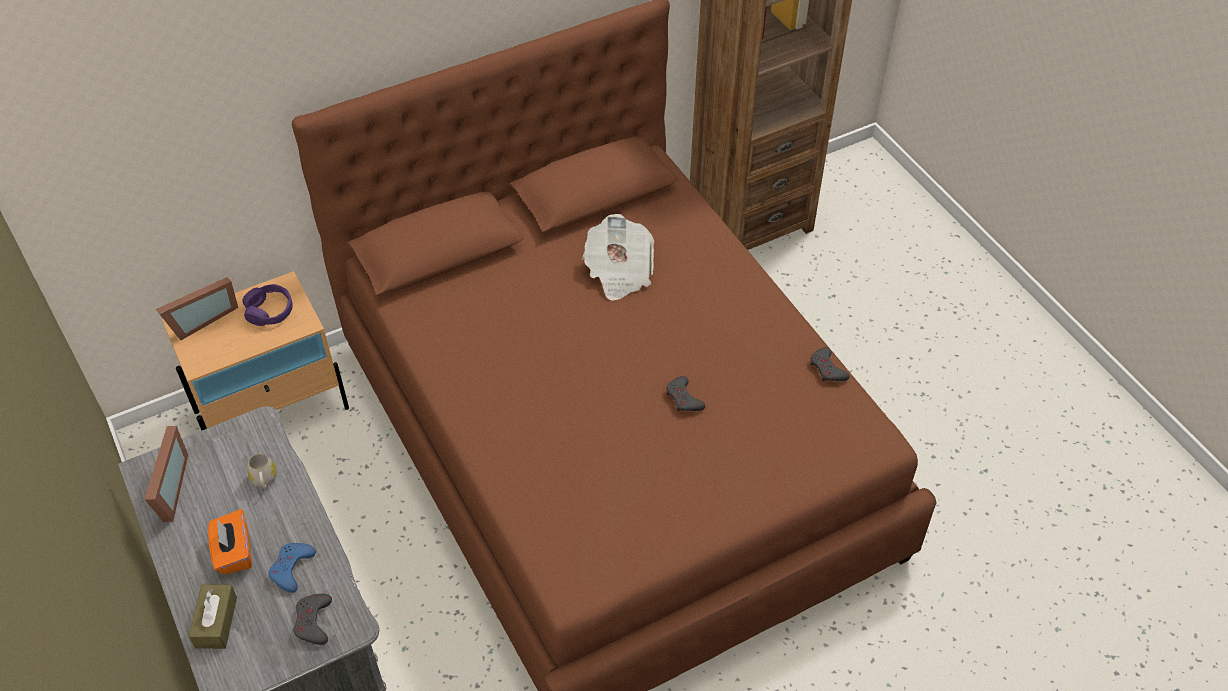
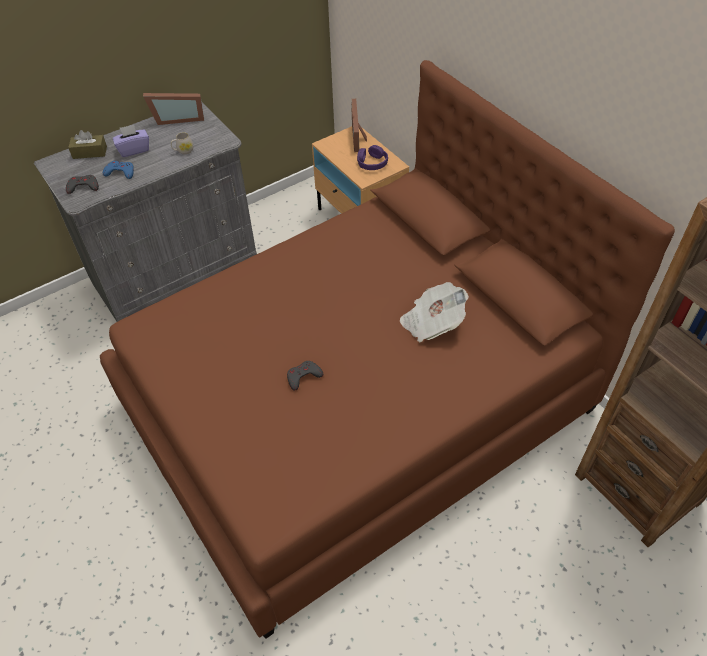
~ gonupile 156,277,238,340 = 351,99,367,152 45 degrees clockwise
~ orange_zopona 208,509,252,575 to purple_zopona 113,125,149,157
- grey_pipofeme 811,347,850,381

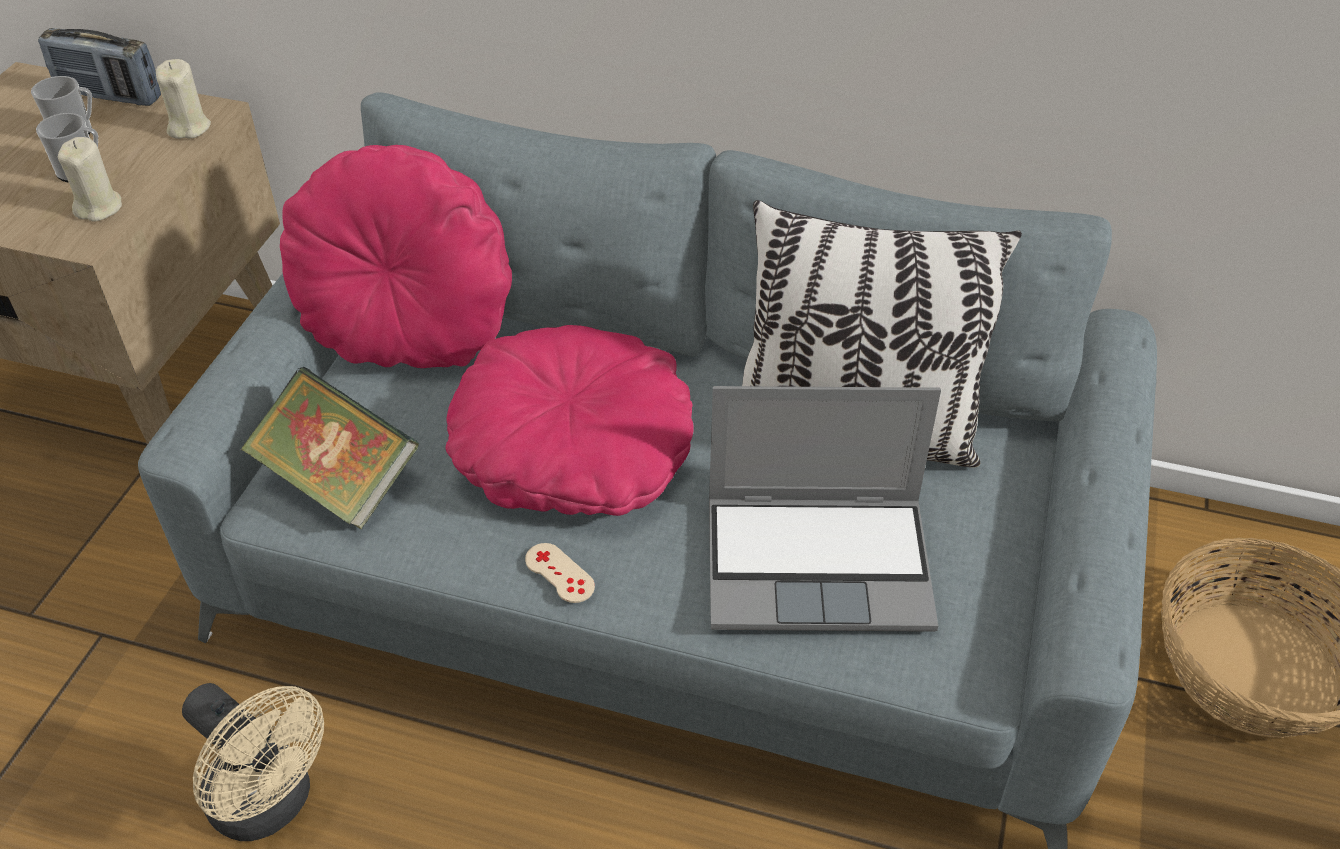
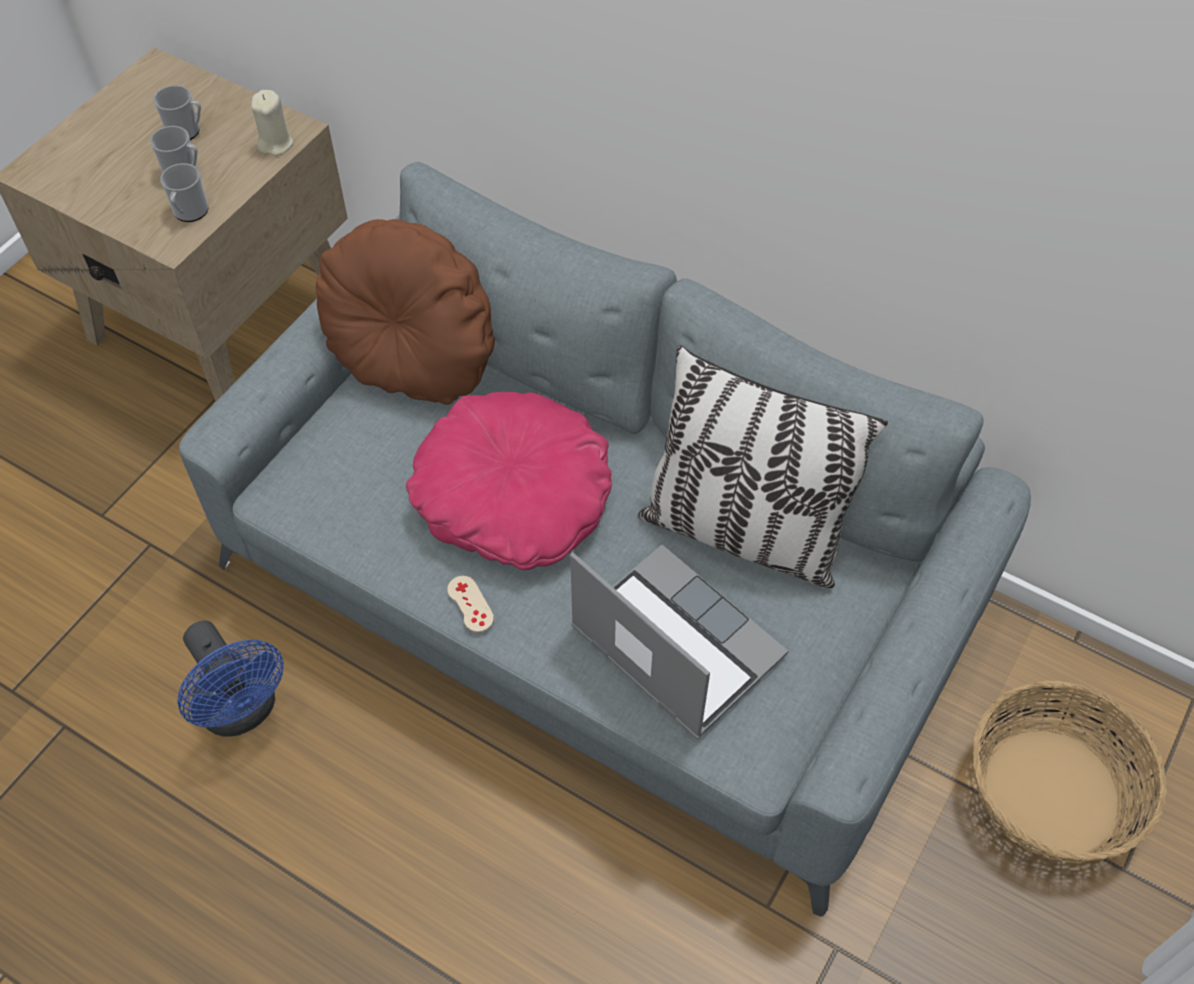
- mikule 38,28,161,106
~ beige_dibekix 58,137,122,222 to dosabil 160,163,209,222
~ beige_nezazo 182,683,324,841 to blue_nezazo 177,621,284,737
- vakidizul 240,367,419,529
~ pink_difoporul 280,145,512,368 to brown_difoporul 316,219,495,405
~ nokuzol 709,386,941,632 = 570,545,788,739 150 degrees counterclockwise

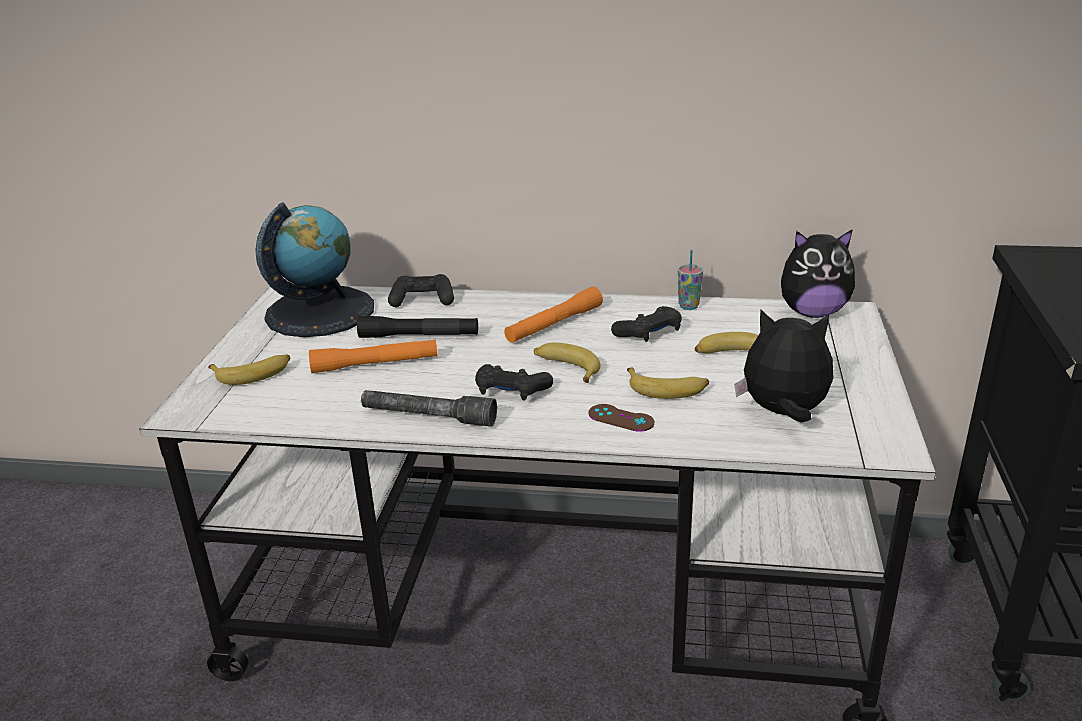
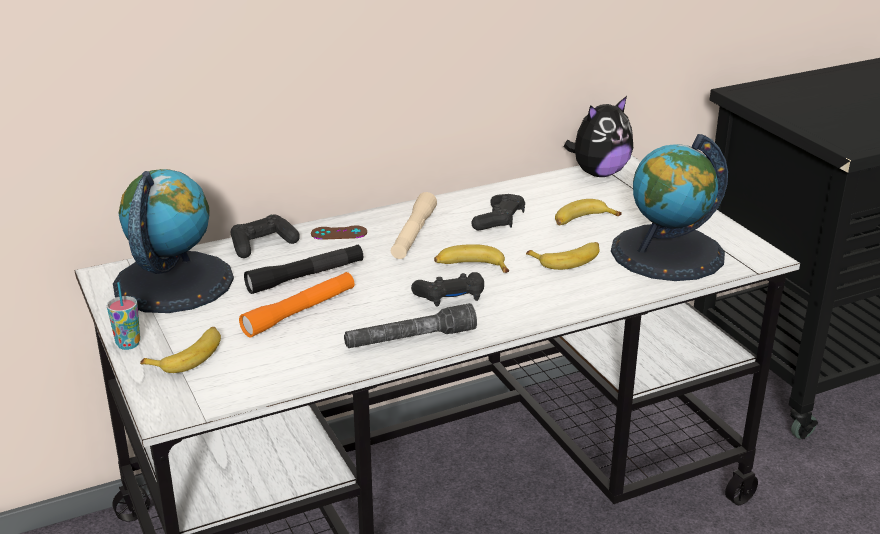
~ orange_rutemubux 504,286,603,343 to beige_rutemubux 391,192,437,259
~ brown_pipofeme 588,404,654,432 to 311,225,367,240
~ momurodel 678,250,703,310 to 107,282,140,350
~ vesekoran 734,310,833,423 to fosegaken 611,134,728,281

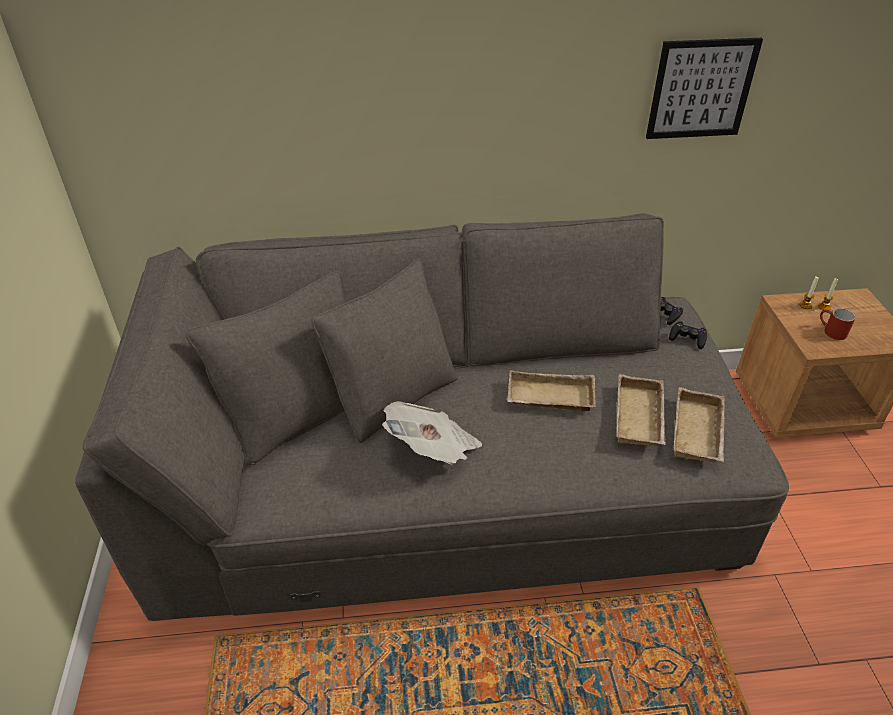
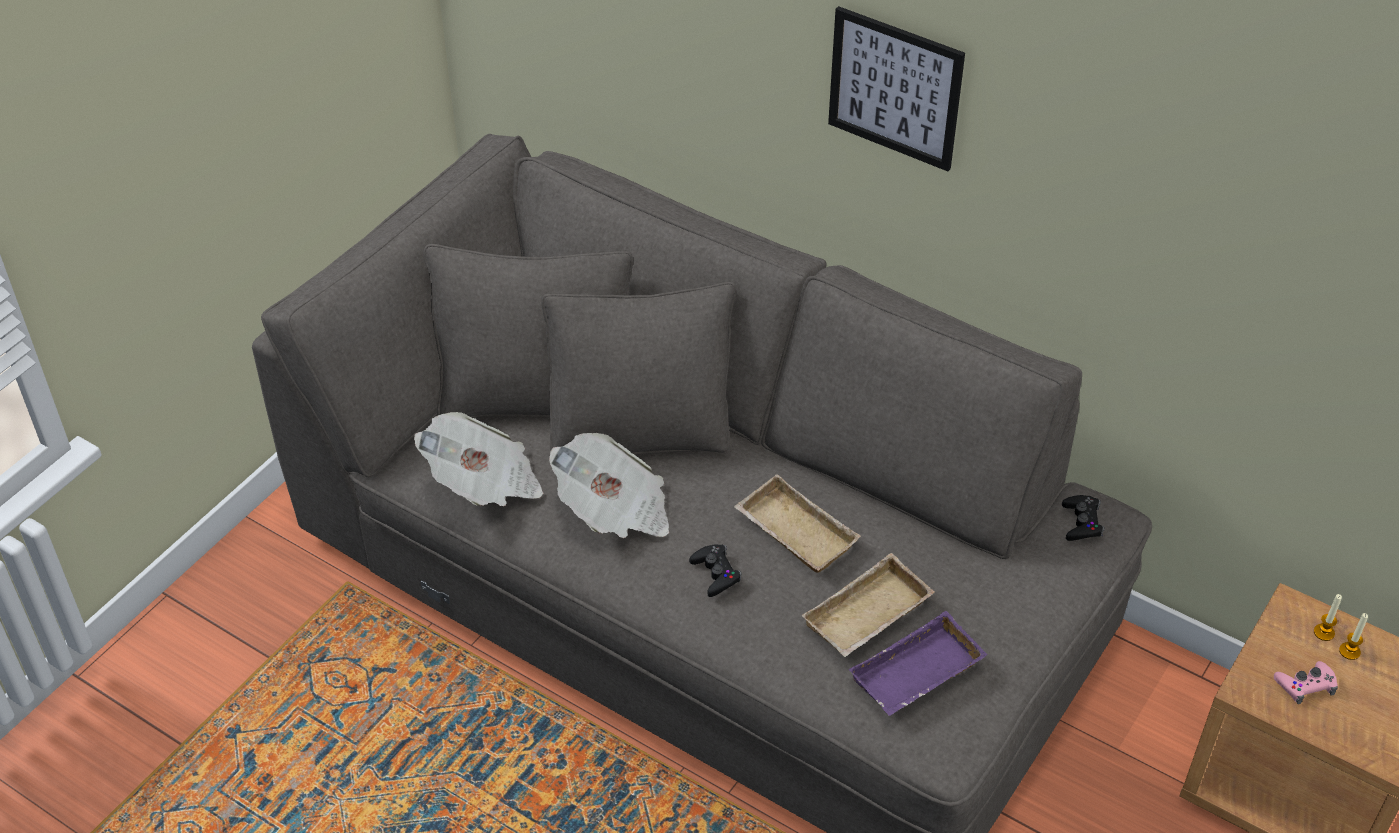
~ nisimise 646,38,763,139 to 828,6,965,171
~ black_pipofeme 669,321,707,349 to 689,544,742,597
~ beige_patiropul 674,387,725,462 to purple_patiropul 848,611,988,716
~ red_dosabil 820,308,856,340 to pink_pipofeme 1274,661,1338,704
+ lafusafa 414,412,543,506

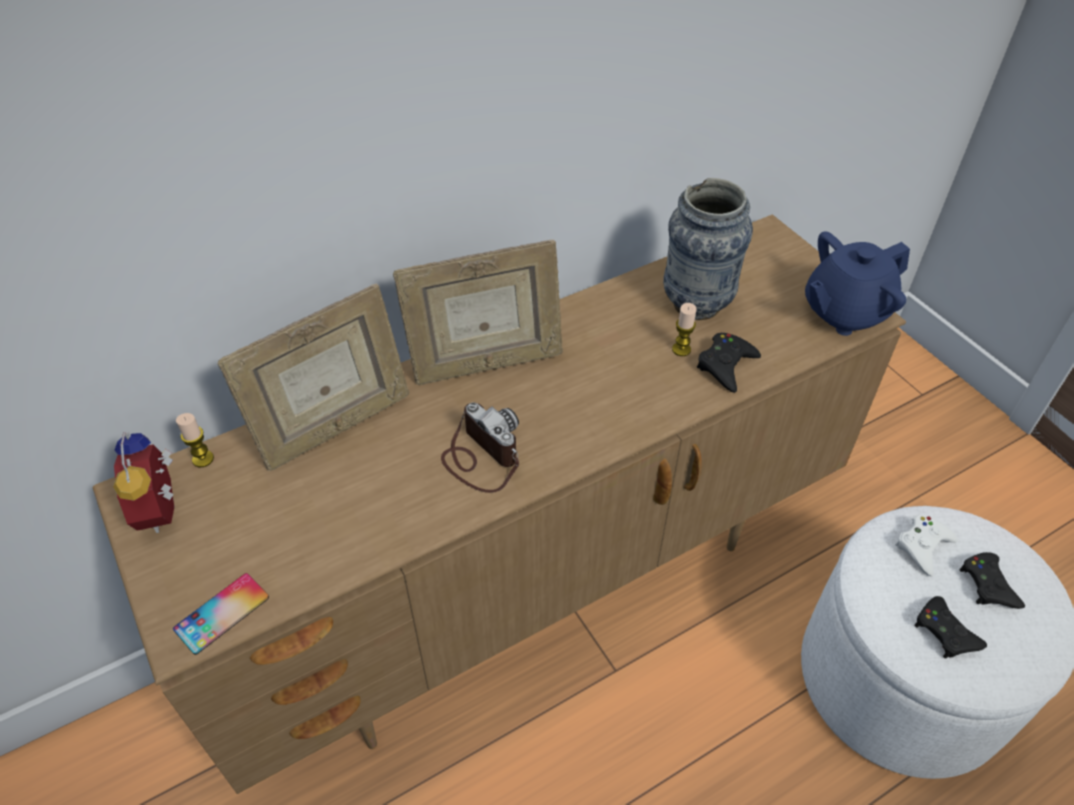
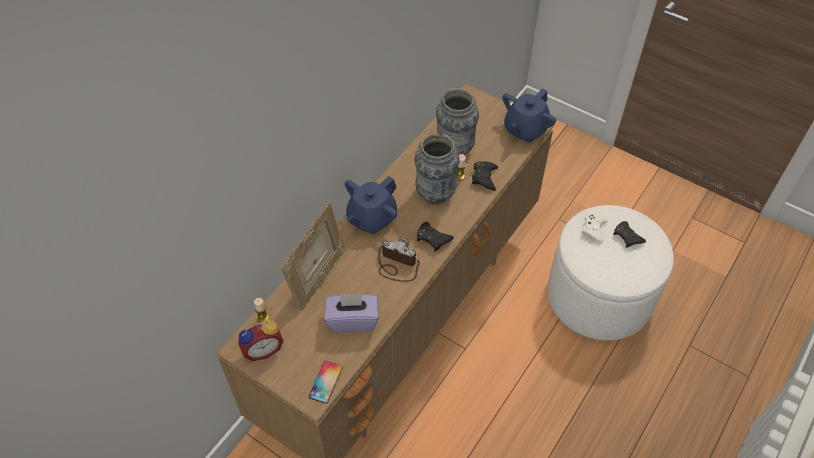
~ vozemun 113,432,174,533 = 238,320,284,361 75 degrees counterclockwise
~ gonupile 393,240,563,385 to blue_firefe 345,176,397,234
~ black_pipofeme 915,596,987,659 to 417,222,454,252
+ purple_zopona 325,294,379,332
+ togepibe 415,134,460,204

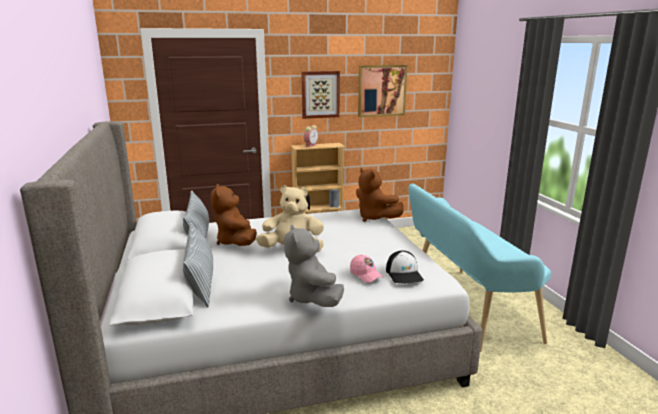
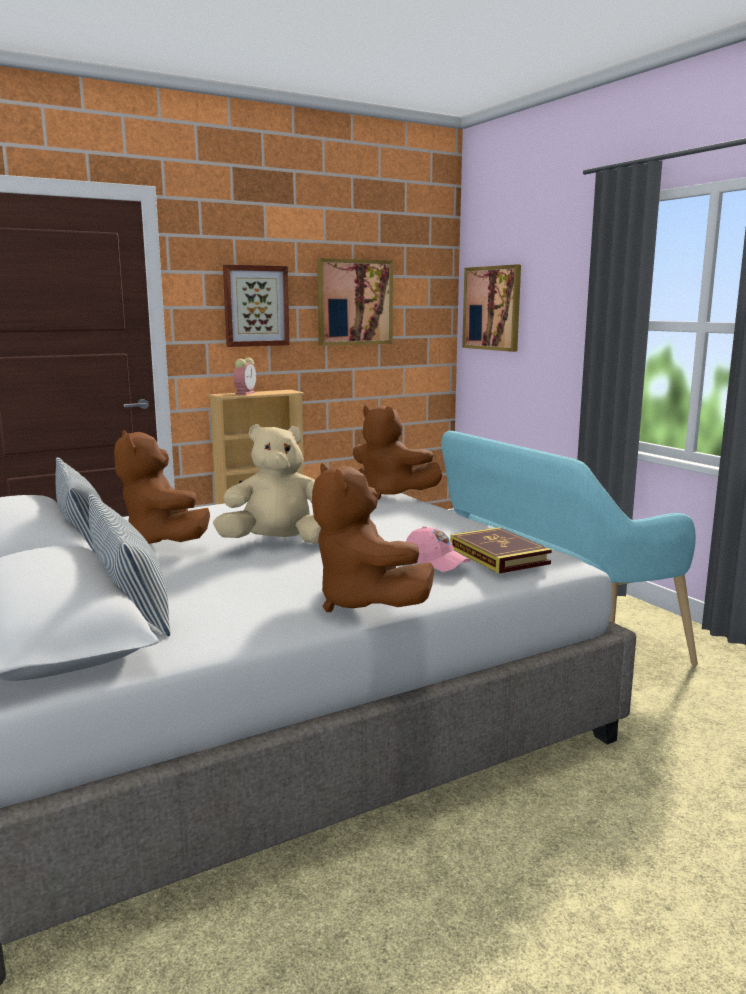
~ grey_vesekoran 284,224,344,307 to brown_vesekoran 312,463,435,612
~ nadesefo 386,251,424,283 to vakidizul 450,527,552,574
+ nisimise 462,264,521,352

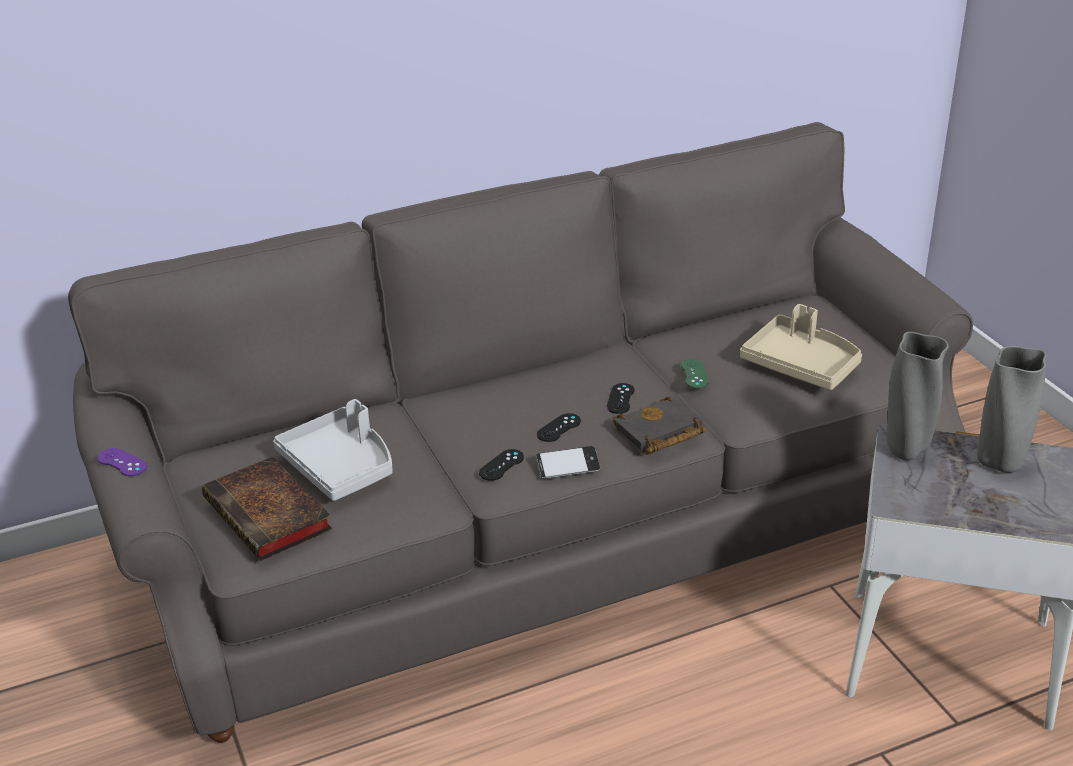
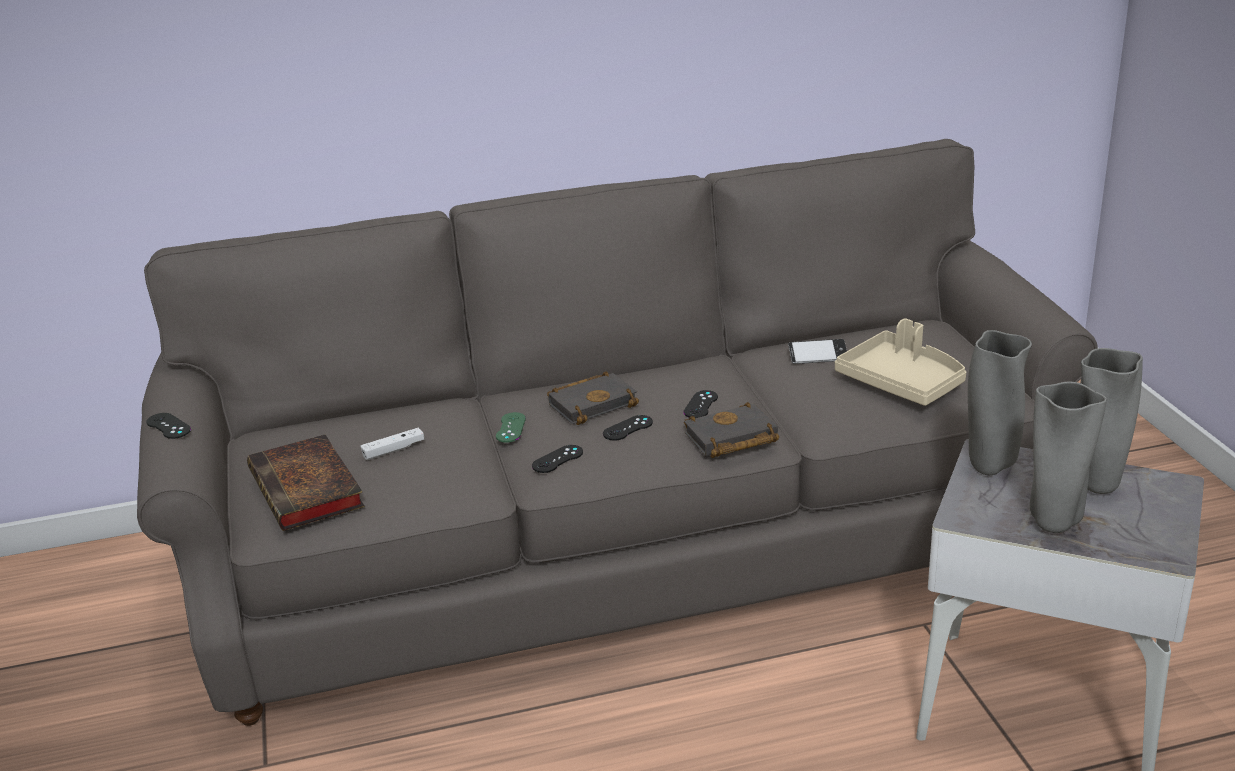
~ purple_pipofeme 98,448,147,476 to black_pipofeme 146,413,191,439
~ grey_patiropul 273,399,393,501 to white_pipofeme 360,428,424,460
~ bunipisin 536,446,600,479 to 788,339,847,364
~ green_pipofeme 681,359,708,389 to 496,412,526,443
+ black_vakidizul 547,371,639,425
+ grey_togepibe 1030,382,1107,533

